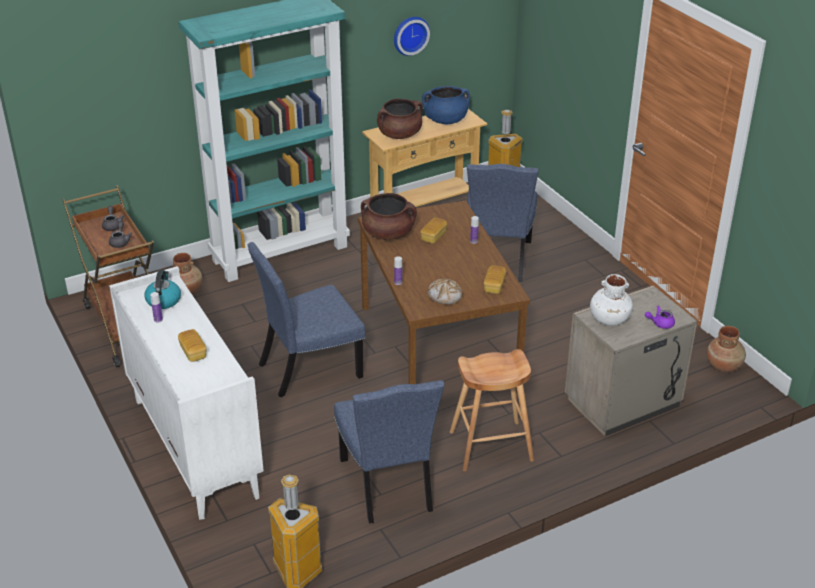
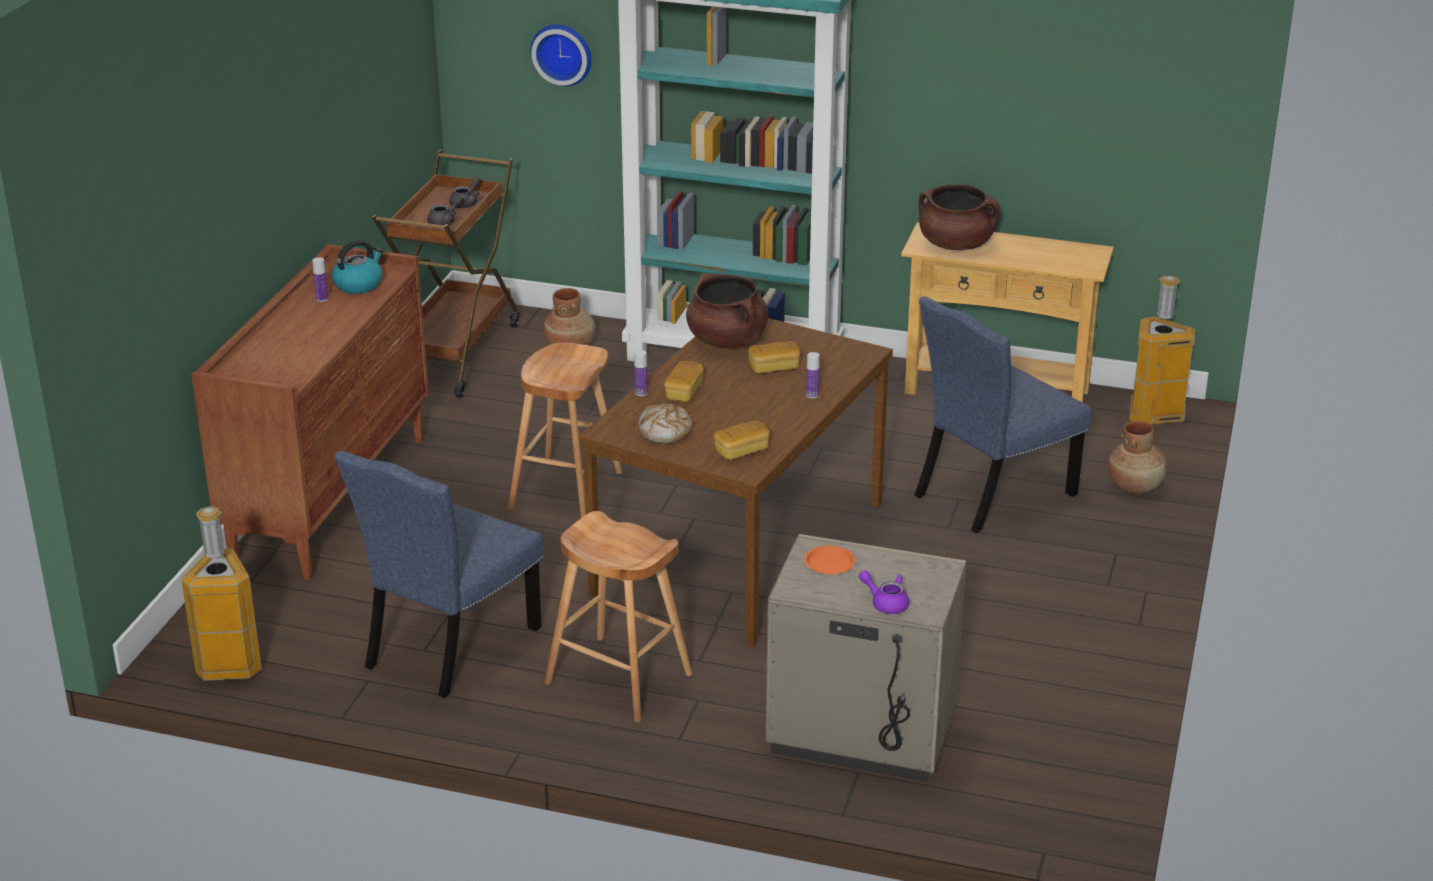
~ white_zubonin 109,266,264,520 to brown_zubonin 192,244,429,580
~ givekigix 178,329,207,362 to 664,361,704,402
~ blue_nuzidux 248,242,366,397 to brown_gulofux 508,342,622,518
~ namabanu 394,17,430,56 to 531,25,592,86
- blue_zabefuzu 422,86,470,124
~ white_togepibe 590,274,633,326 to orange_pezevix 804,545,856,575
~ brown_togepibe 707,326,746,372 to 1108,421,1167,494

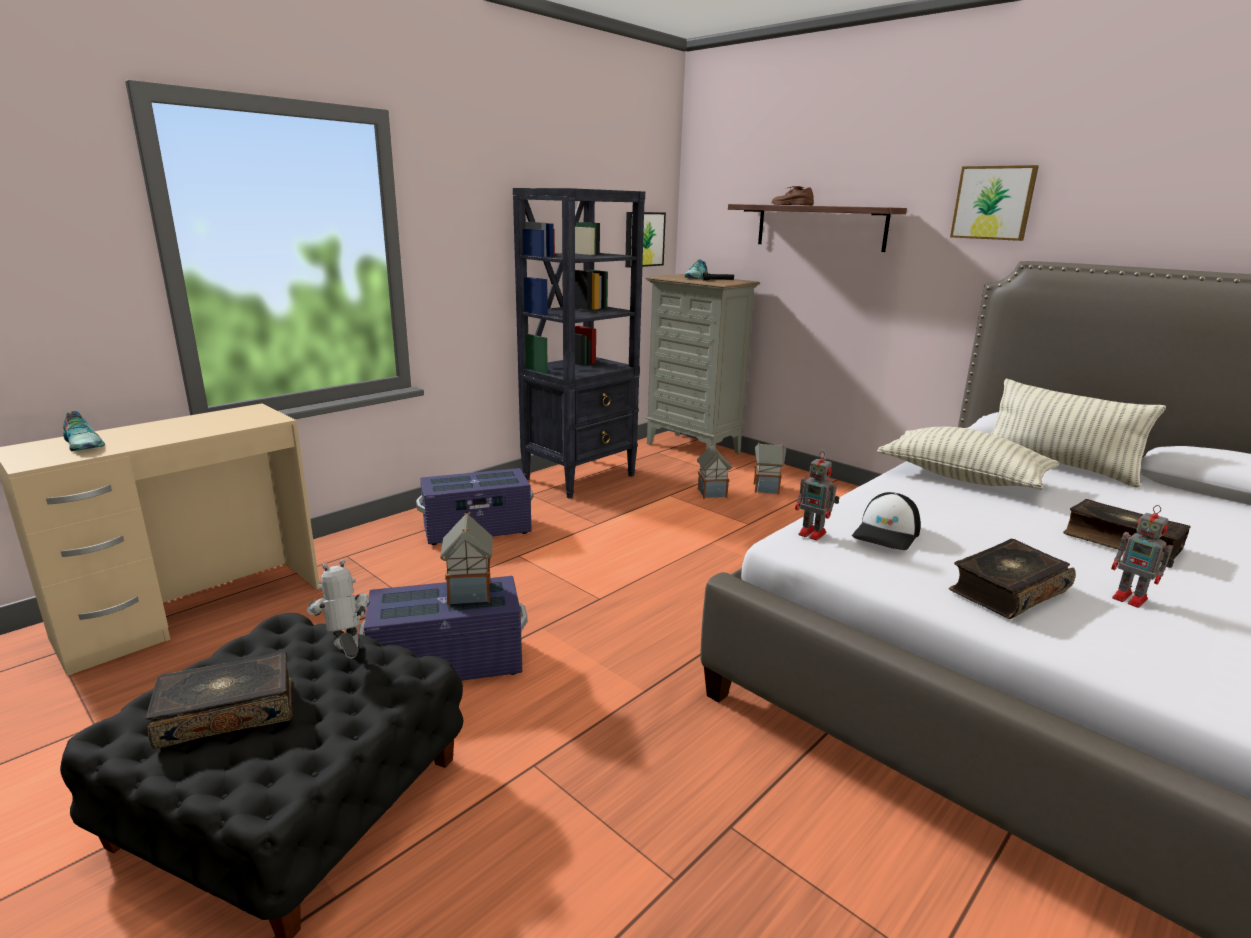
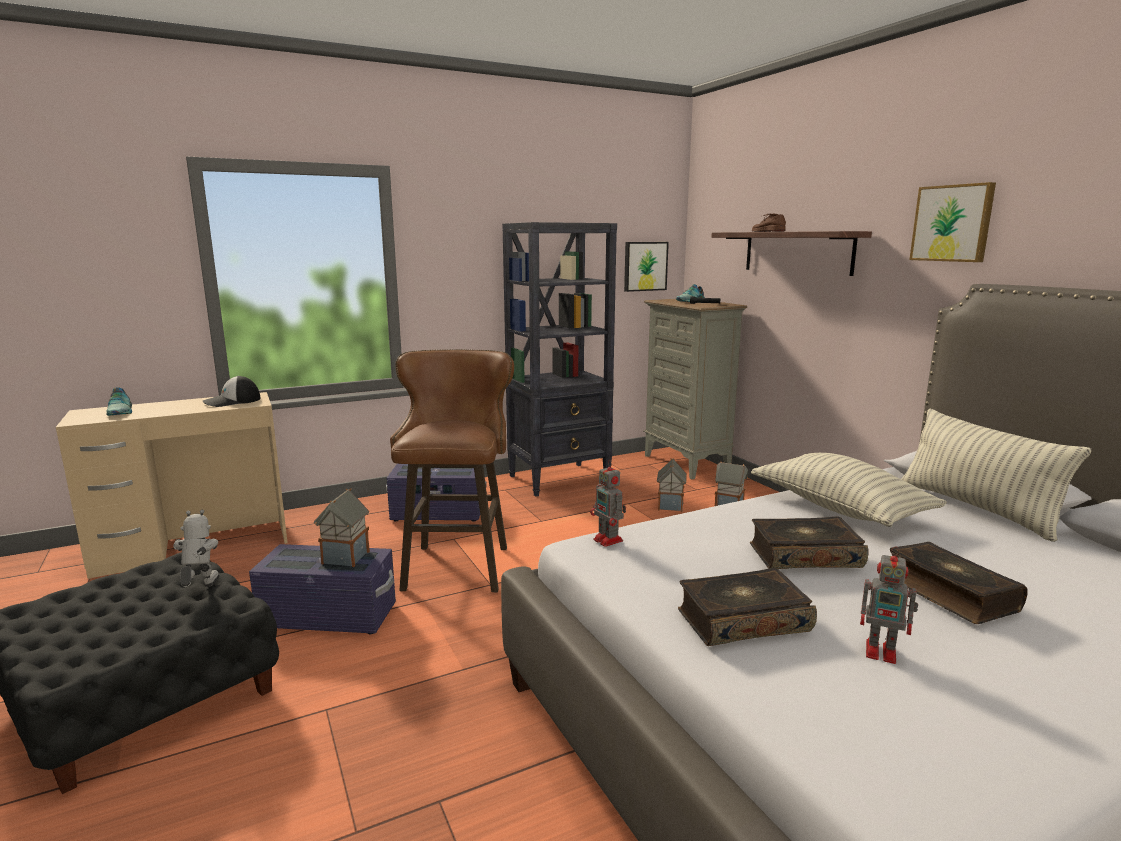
~ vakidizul 146,651,293,749 to 750,516,869,569
~ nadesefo 852,492,921,550 to 203,376,261,407
~ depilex 1111,505,1174,608 = 860,547,918,664 45 degrees counterclockwise
+ brown_gulofux 390,349,514,592

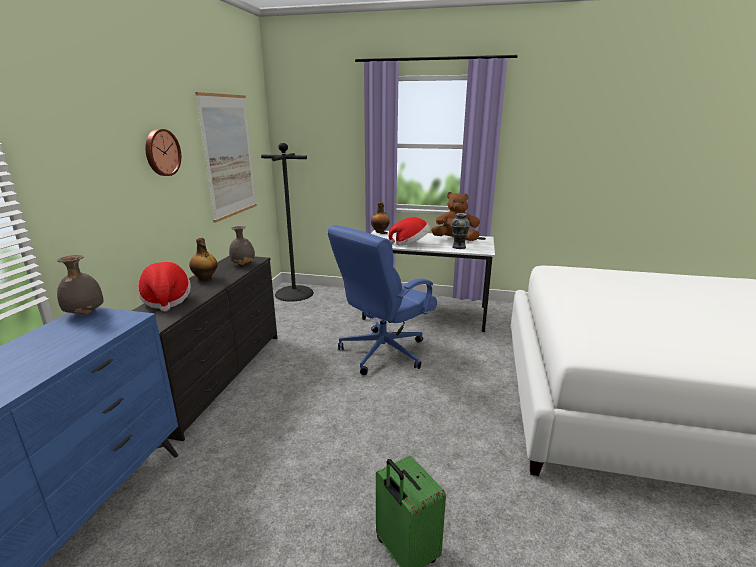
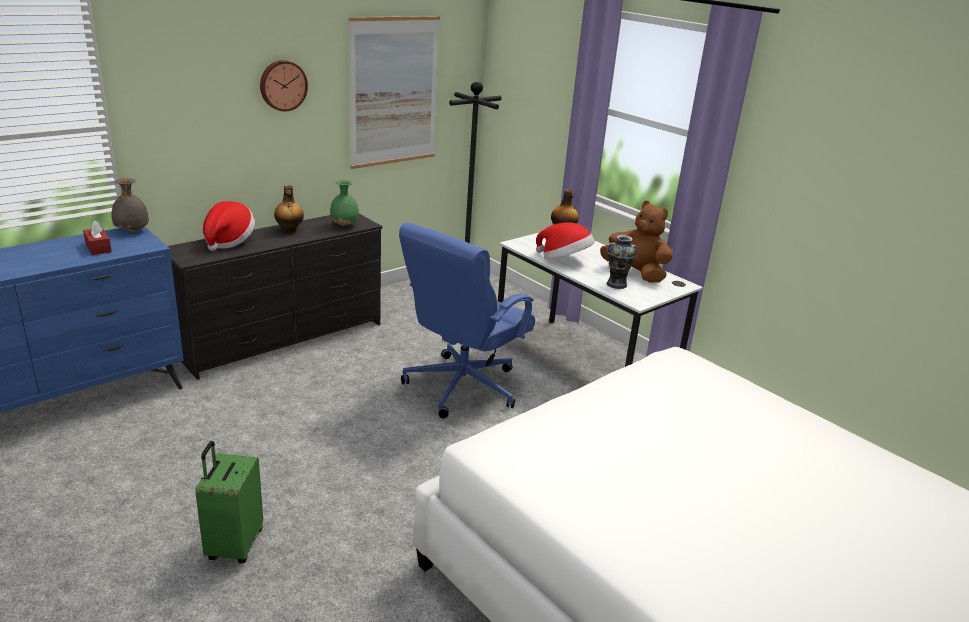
~ grey_togepibe 229,226,255,265 to green_togepibe 330,180,359,226
~ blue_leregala 328,225,437,375 = 399,222,535,418 45 degrees counterclockwise
+ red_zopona 83,220,112,255

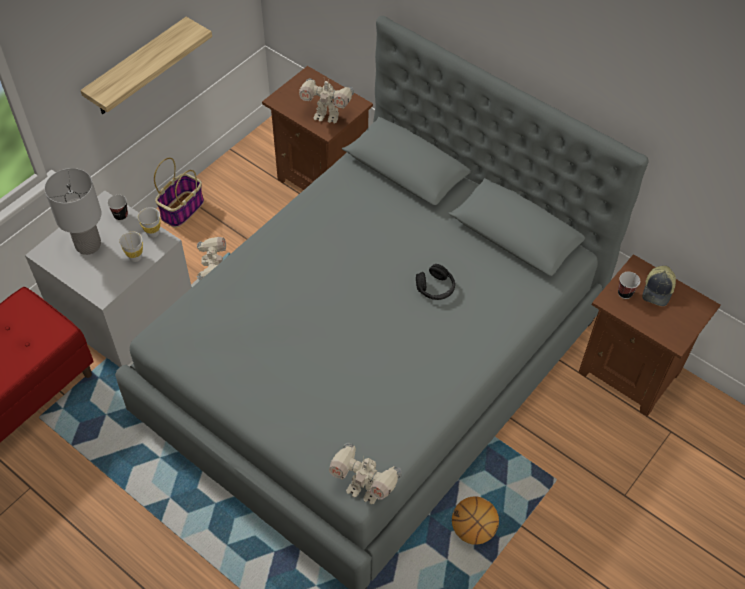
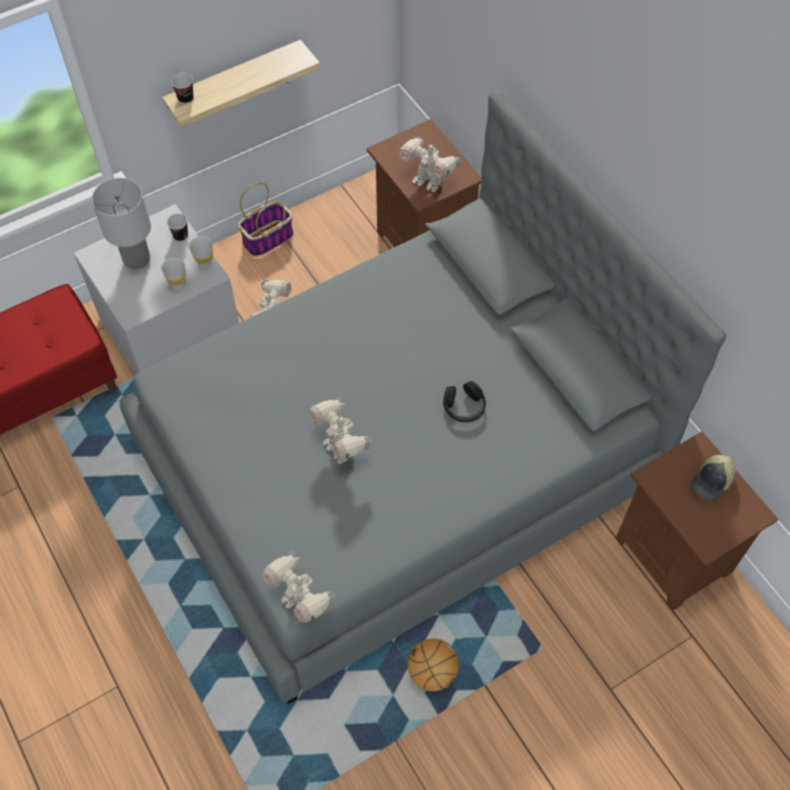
~ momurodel 618,272,640,299 to 171,73,194,104
+ depilex 308,397,371,464

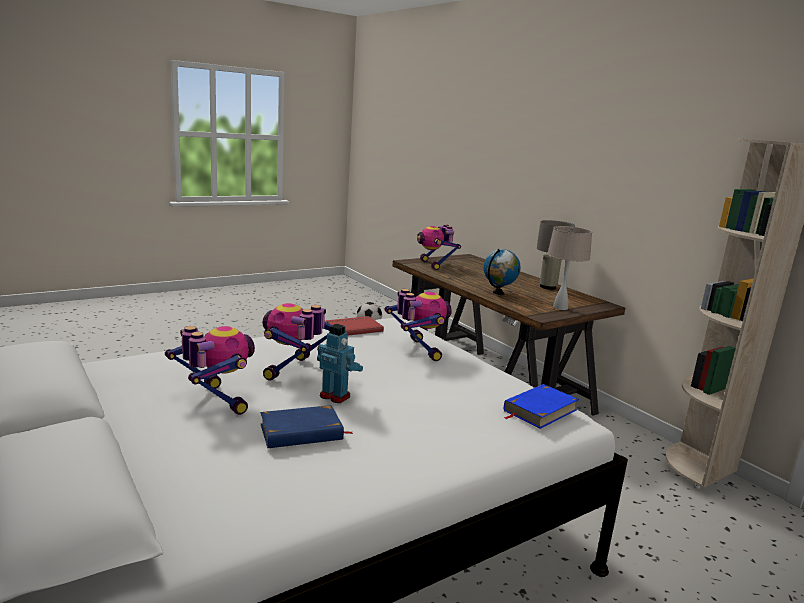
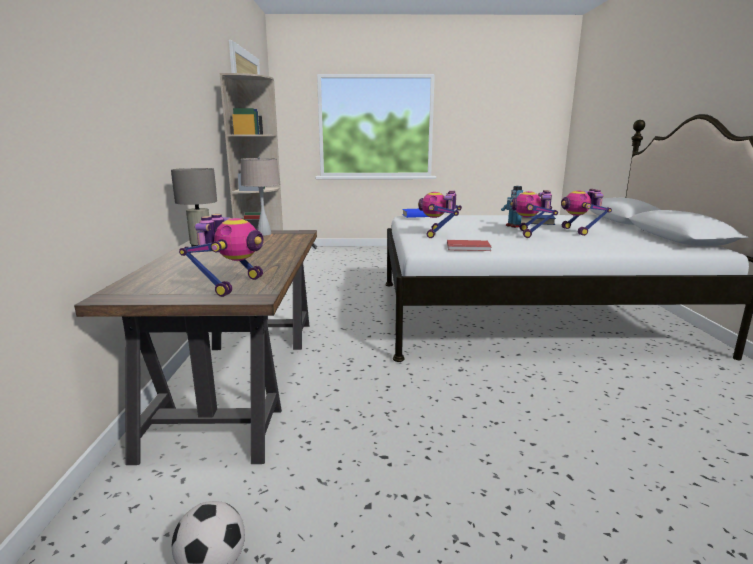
~ depilex 262,303,332,381 = 511,190,558,238 135 degrees clockwise
- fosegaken 484,249,521,295

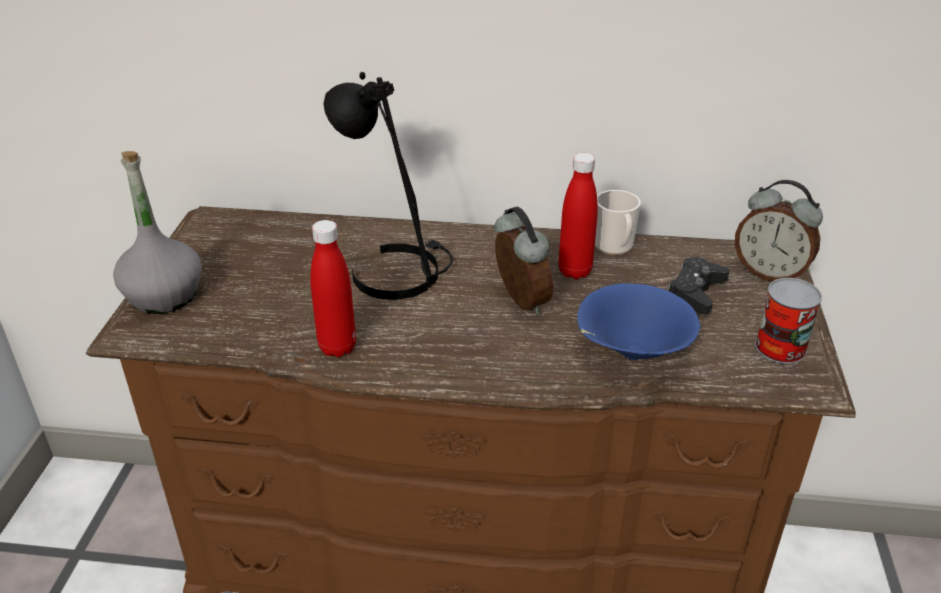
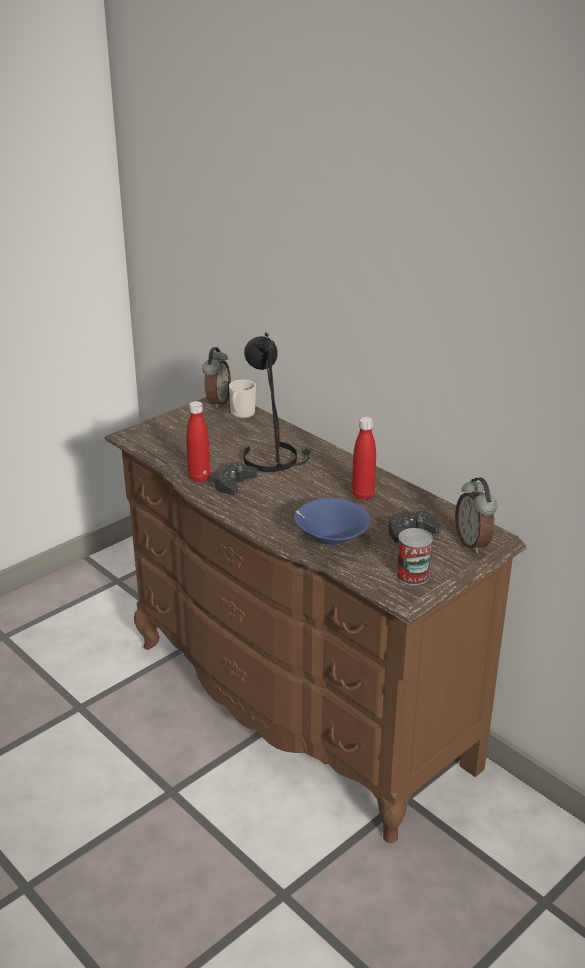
- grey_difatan 113,151,202,314
~ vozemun 494,207,553,315 to 202,347,231,409
~ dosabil 595,190,641,255 to 229,380,256,418
+ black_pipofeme 214,462,258,495

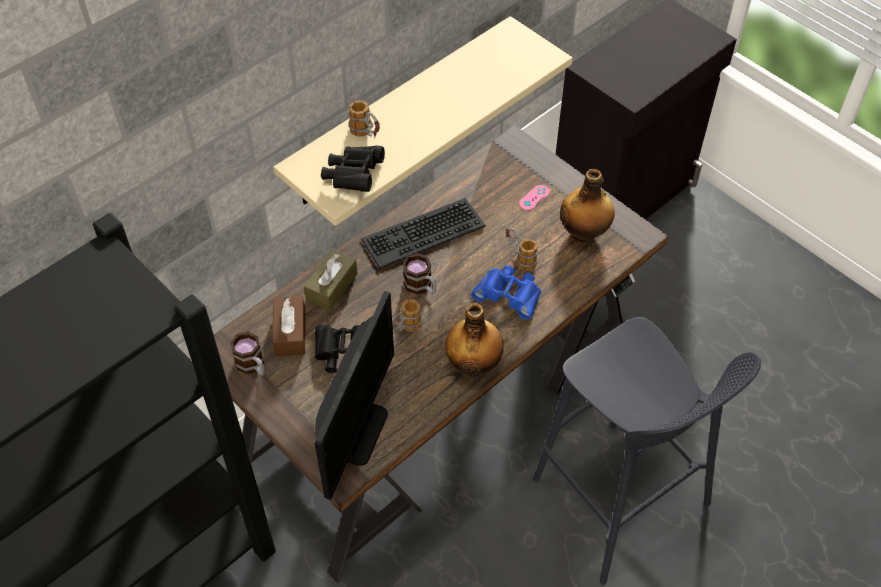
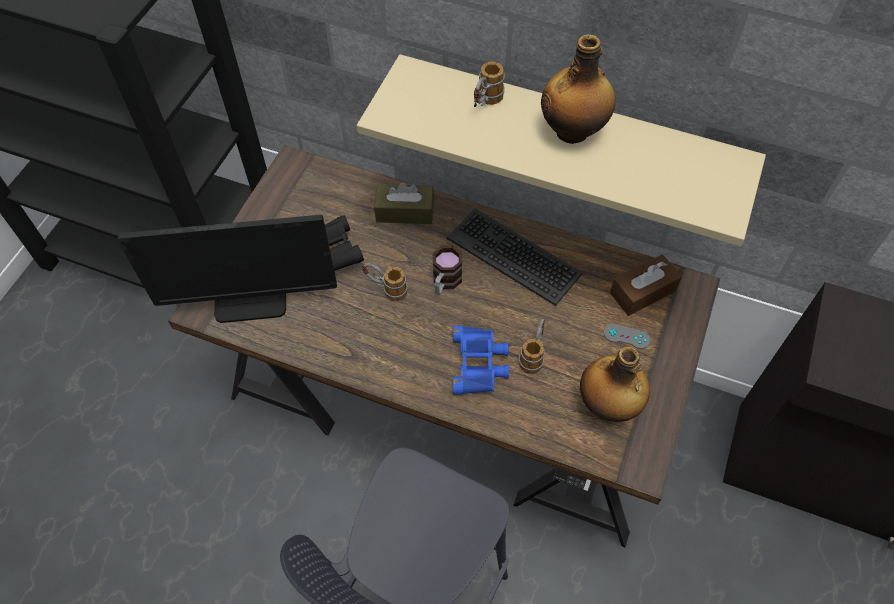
- dosabil 230,332,265,376
~ brown_zopona 272,296,305,356 to 610,255,682,316
- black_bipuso 321,145,385,192
~ difatan 445,303,504,377 to 541,34,615,144
~ pink_pipofeme 519,185,550,210 to grey_pipofeme 603,324,650,349

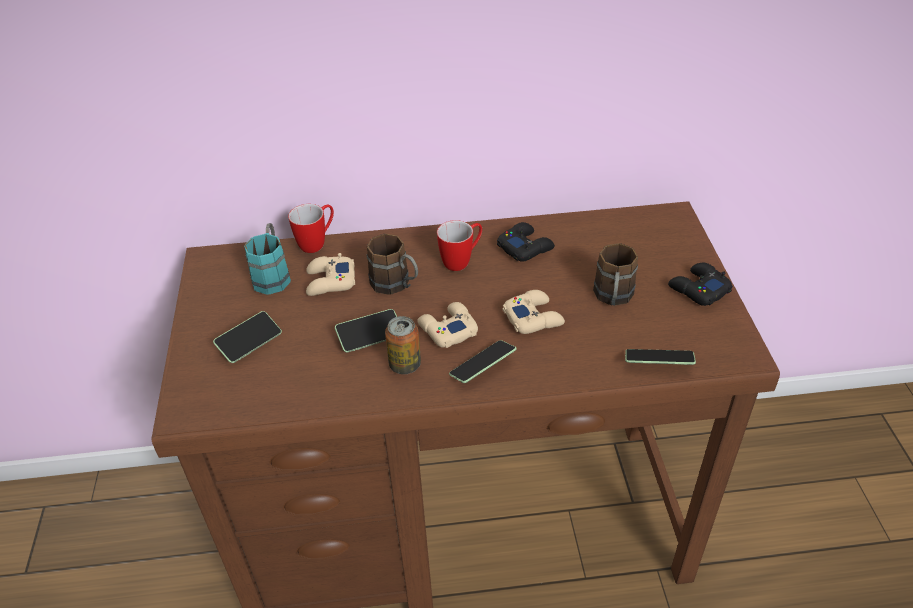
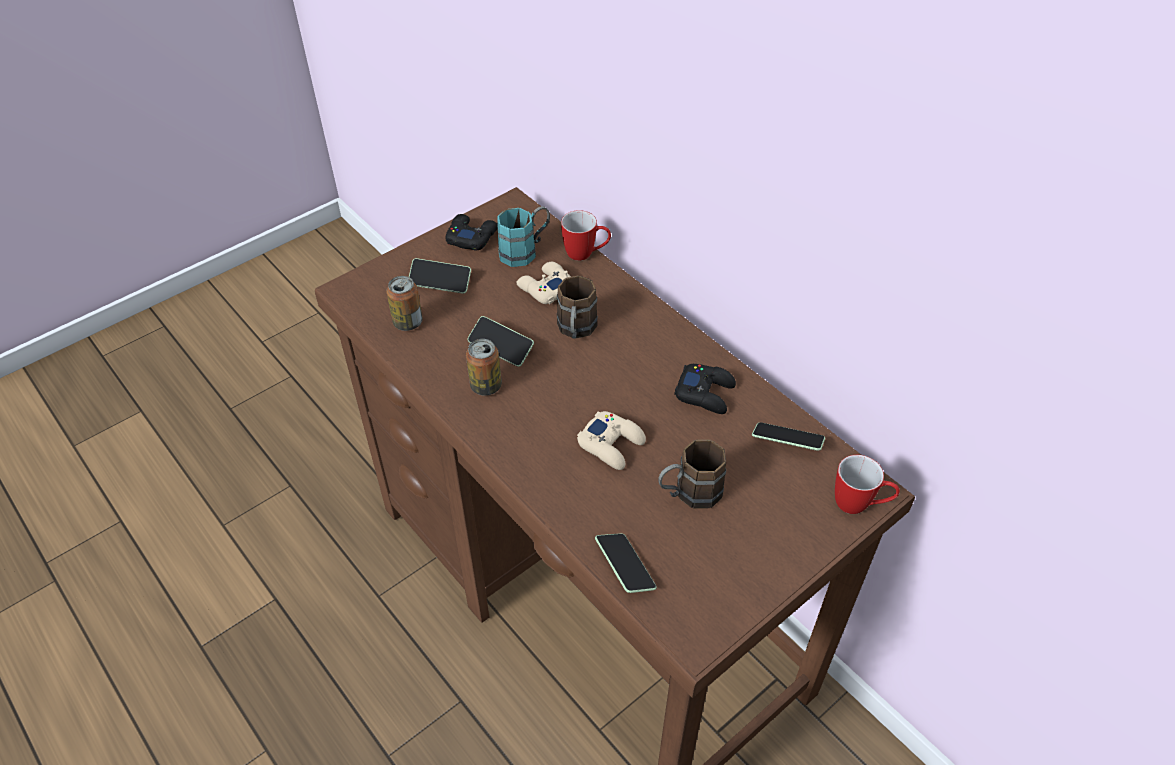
- beige_pipofeme 418,302,478,348
~ dosabil 437,220,482,271 to 835,455,900,514
~ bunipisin 449,340,517,383 to 752,422,825,451
~ black_pipofeme 668,263,733,306 to 445,214,497,251
+ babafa 386,276,423,331

